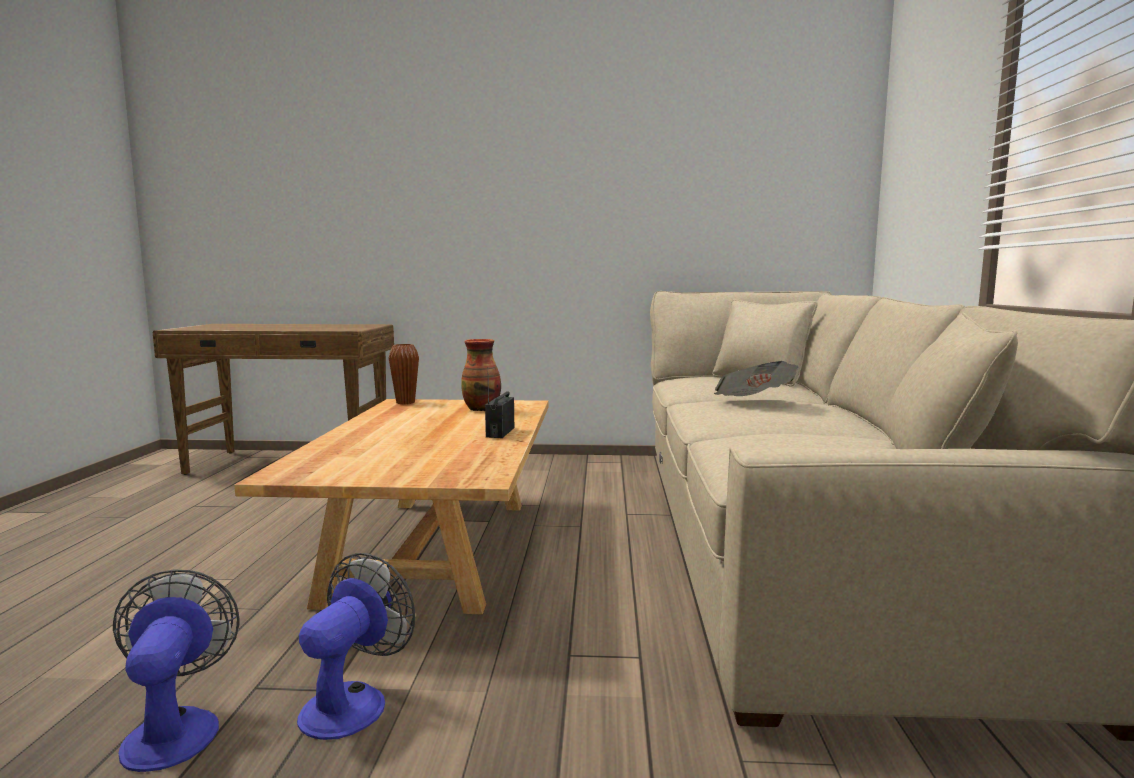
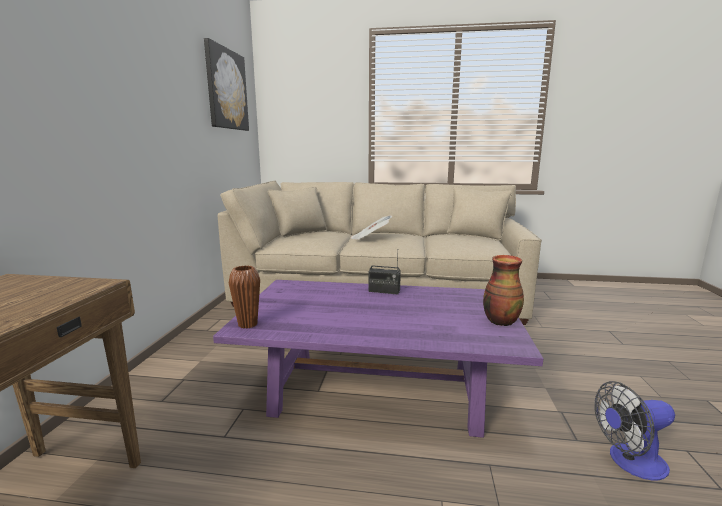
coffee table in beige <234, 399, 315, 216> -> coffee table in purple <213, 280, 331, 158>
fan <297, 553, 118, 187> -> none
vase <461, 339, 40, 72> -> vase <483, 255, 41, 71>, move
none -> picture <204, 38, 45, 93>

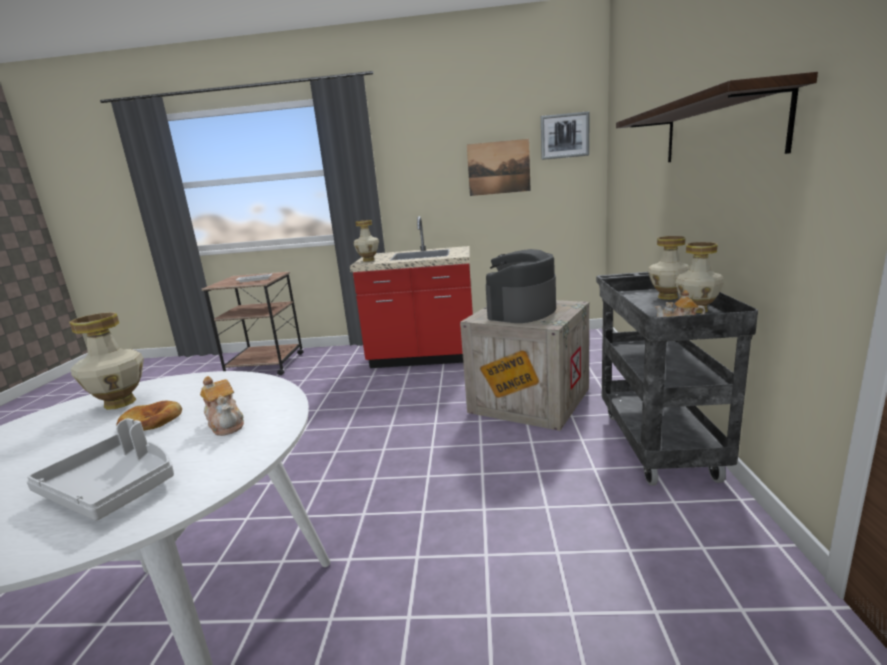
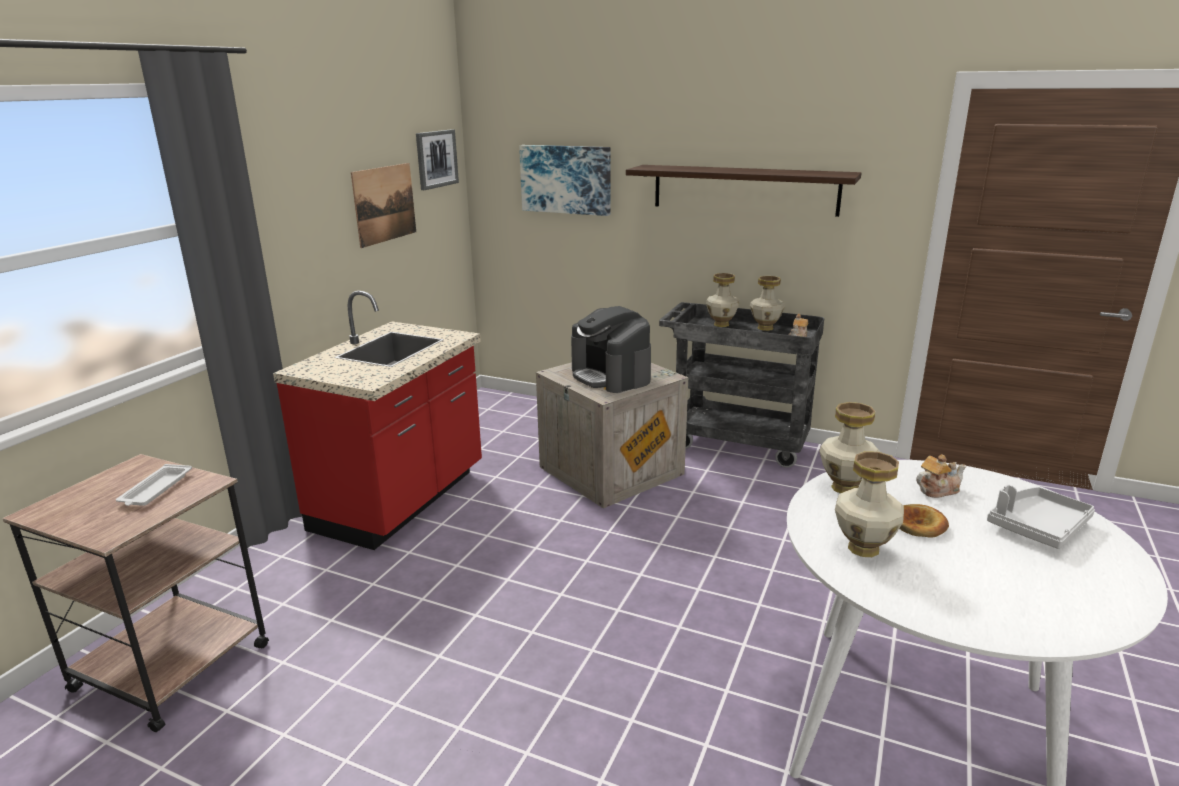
vase <354, 220, 25, 42> -> vase <819, 402, 61, 92>, move
none -> picture <519, 145, 91, 71>

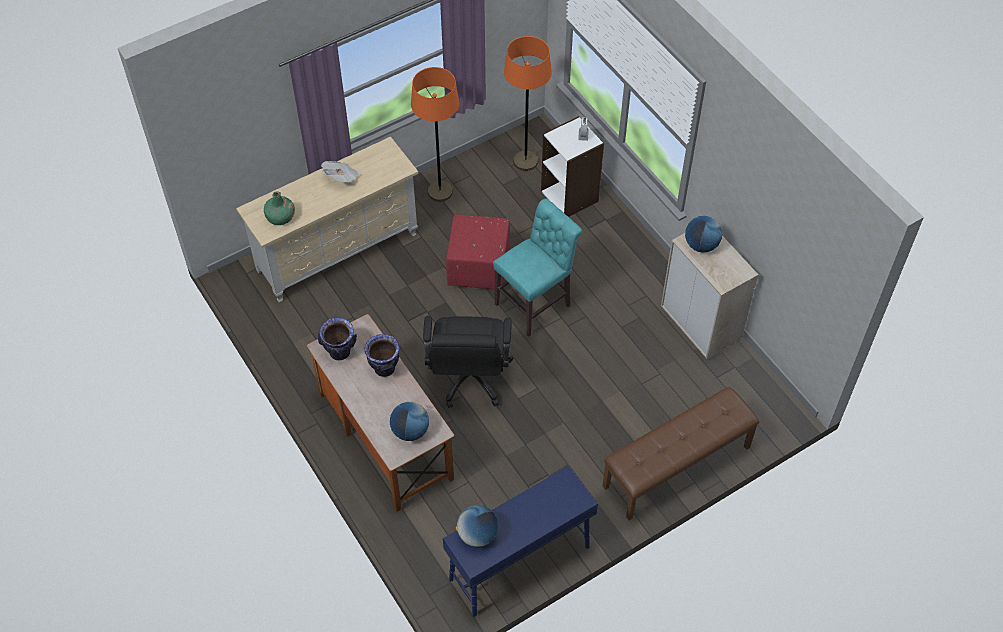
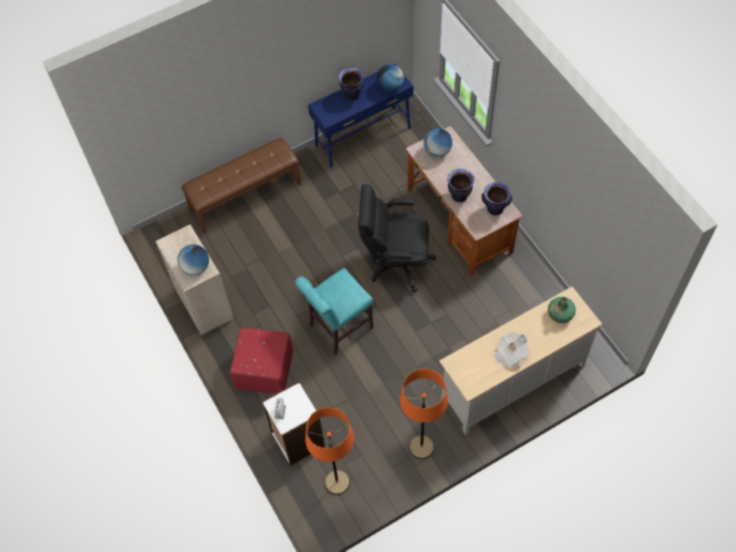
office chair in black <423, 316, 90, 92> -> office chair in black <358, 184, 78, 109>, 90 degrees counterclockwise
ottoman in red <446, 214, 64, 75> -> ottoman in red <230, 328, 63, 66>, move
none -> vase <338, 68, 26, 32>

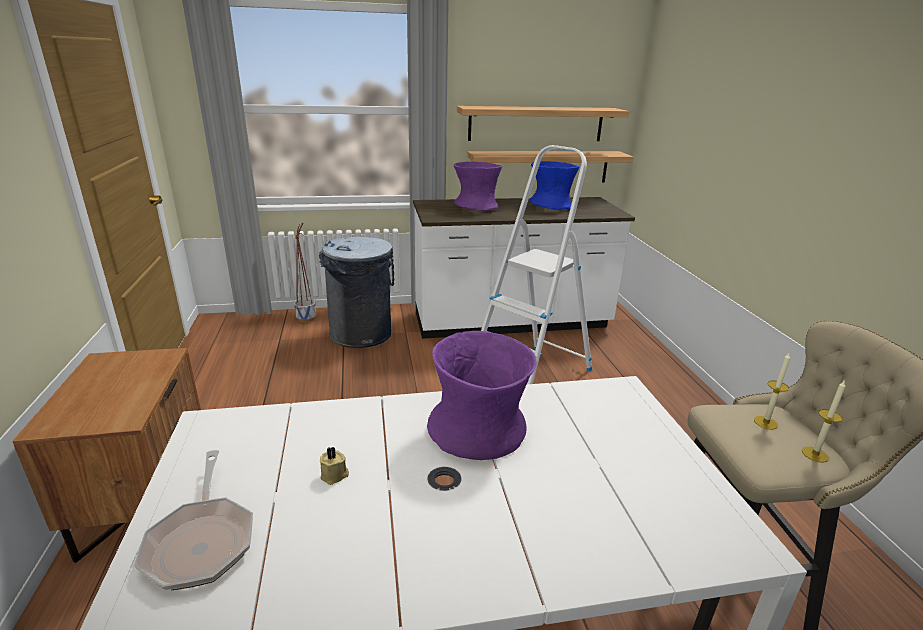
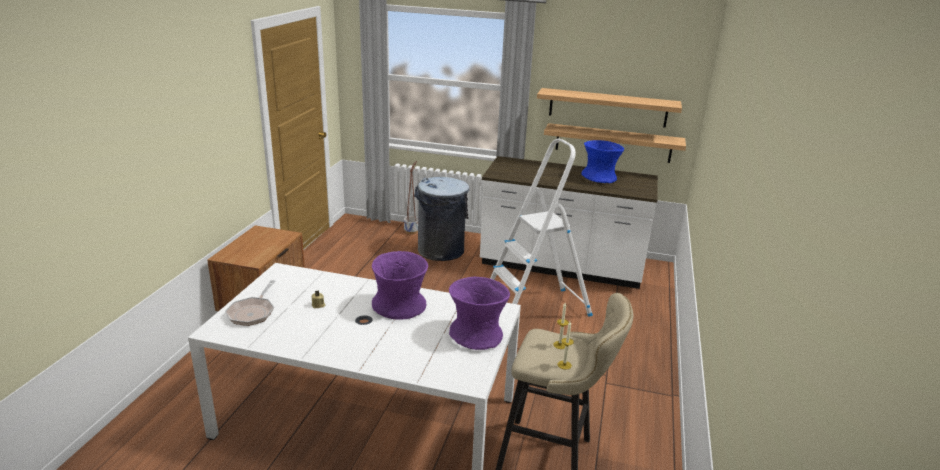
vase in purple <453, 162, 49, 49> -> vase in purple <449, 277, 61, 73>, move

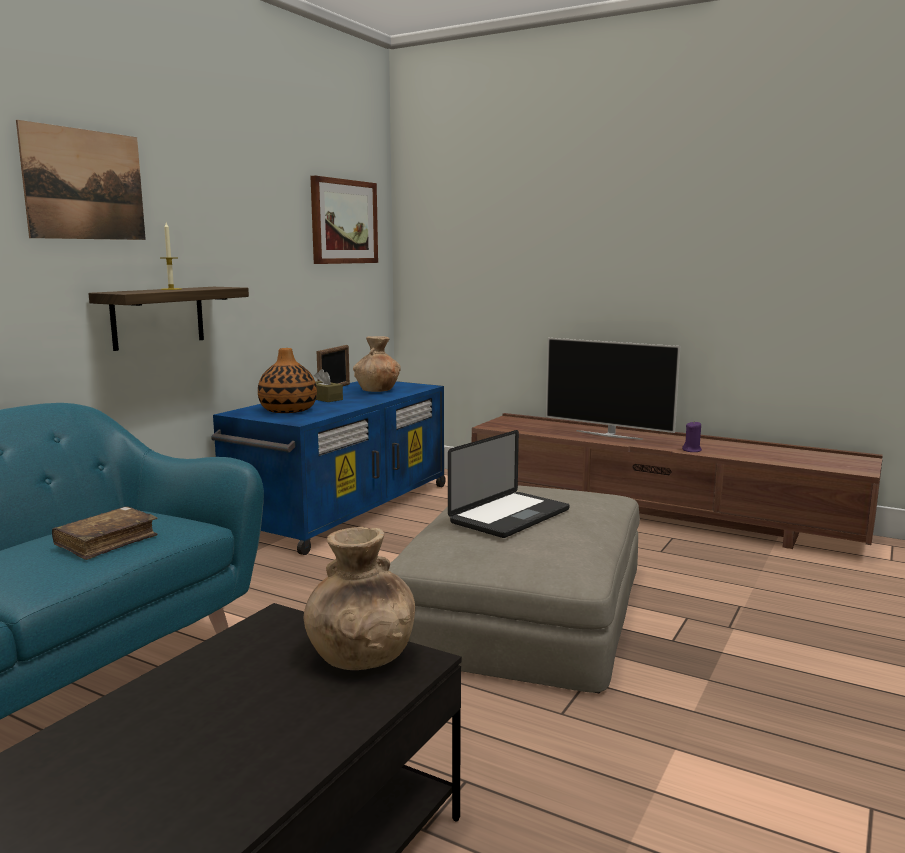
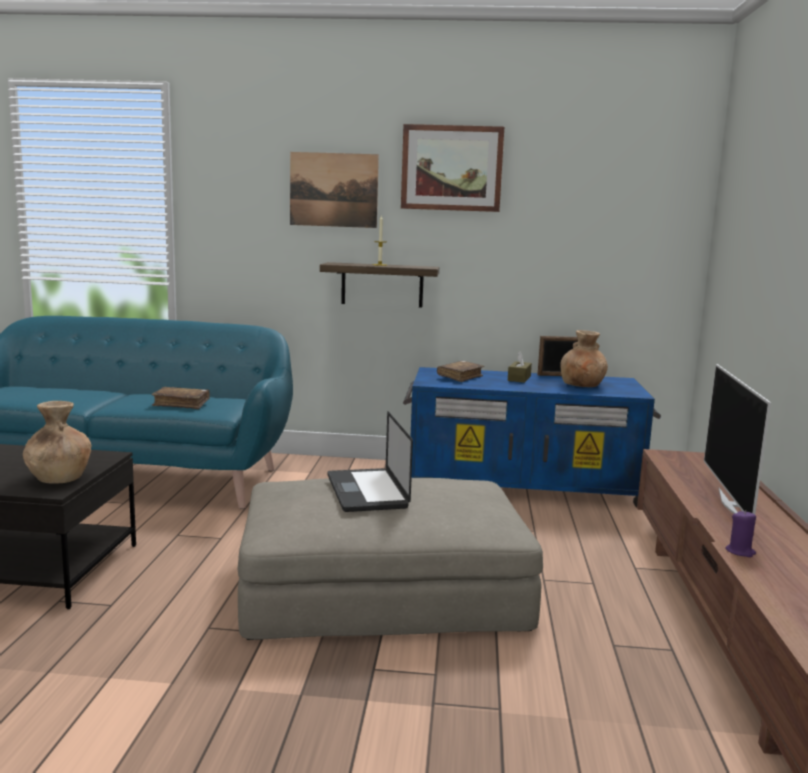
vase <258, 348, 59, 65> -> book in brown <437, 361, 47, 21>
picture <310, 176, 68, 88> -> picture <401, 124, 103, 88>, move
laptop <448, 430, 122, 108> -> laptop <328, 412, 85, 100>, 60 degrees clockwise

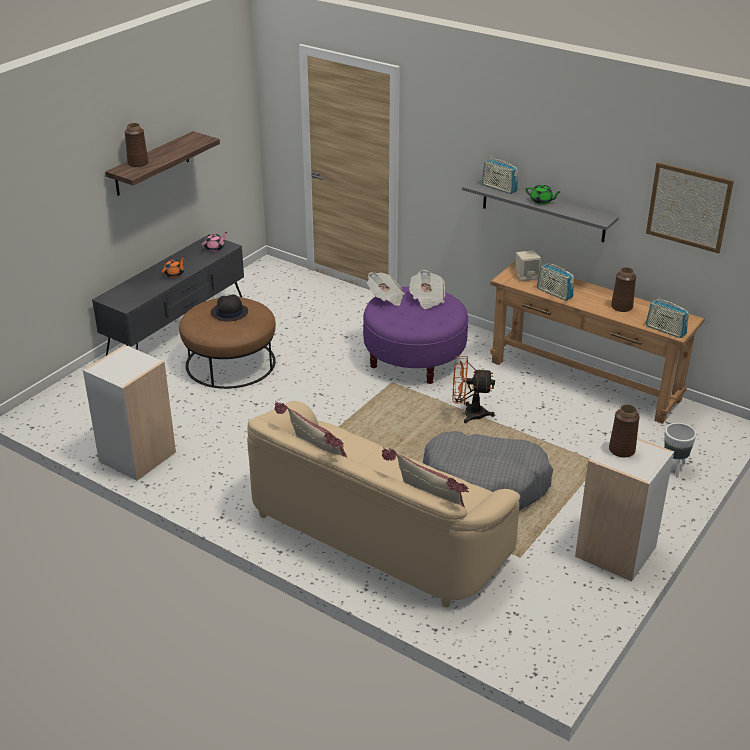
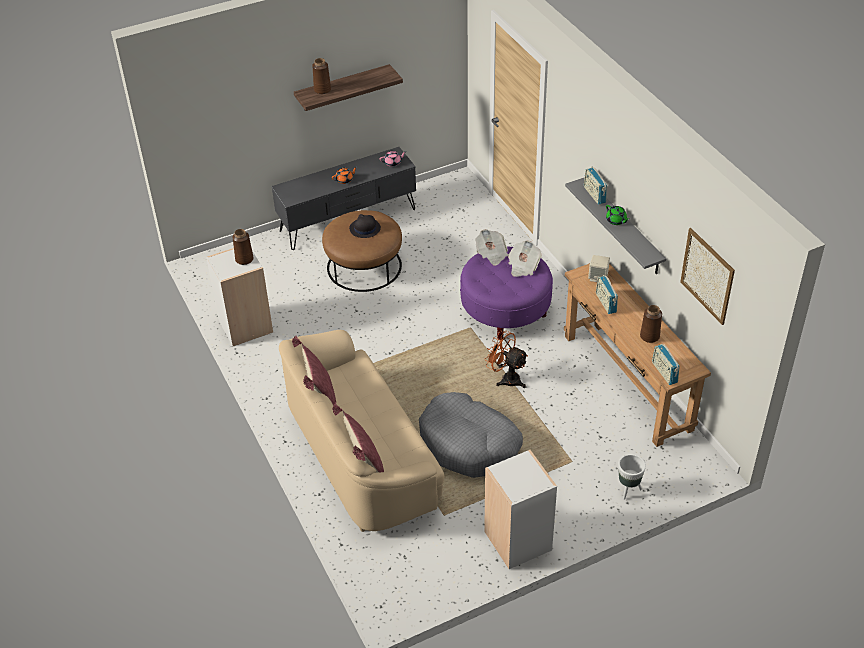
vase in brown <609, 404, 31, 54> -> vase in brown <232, 229, 22, 36>, move

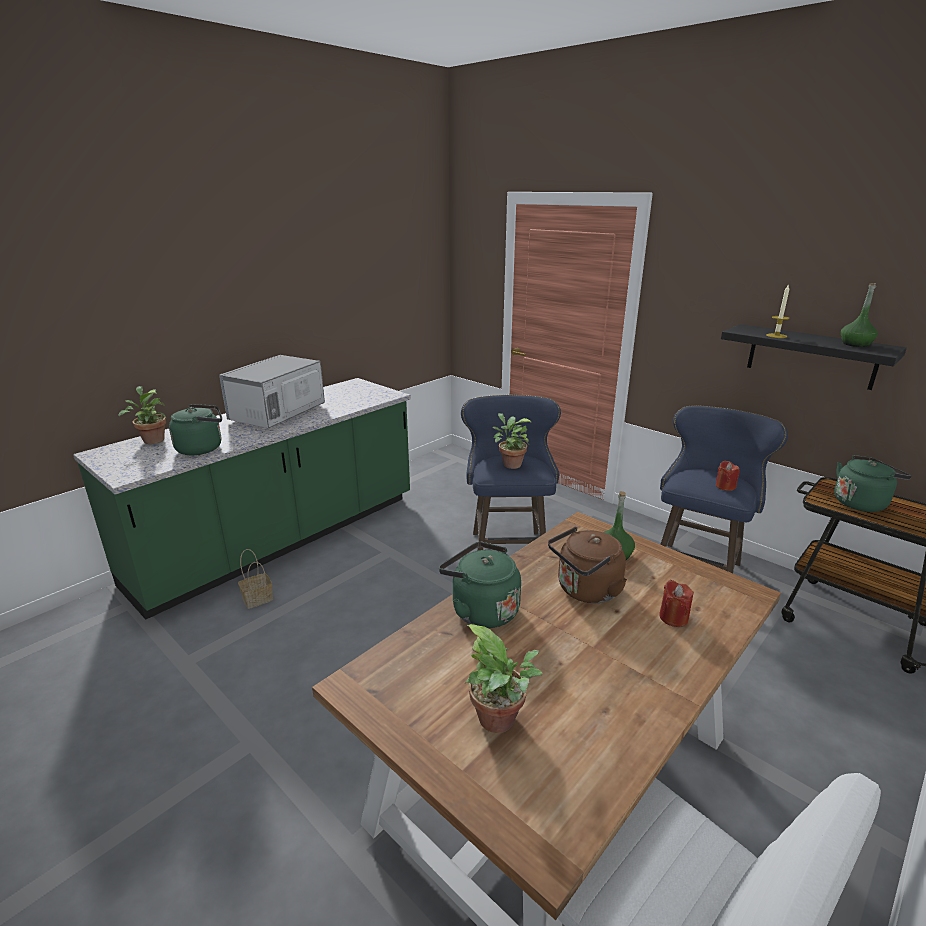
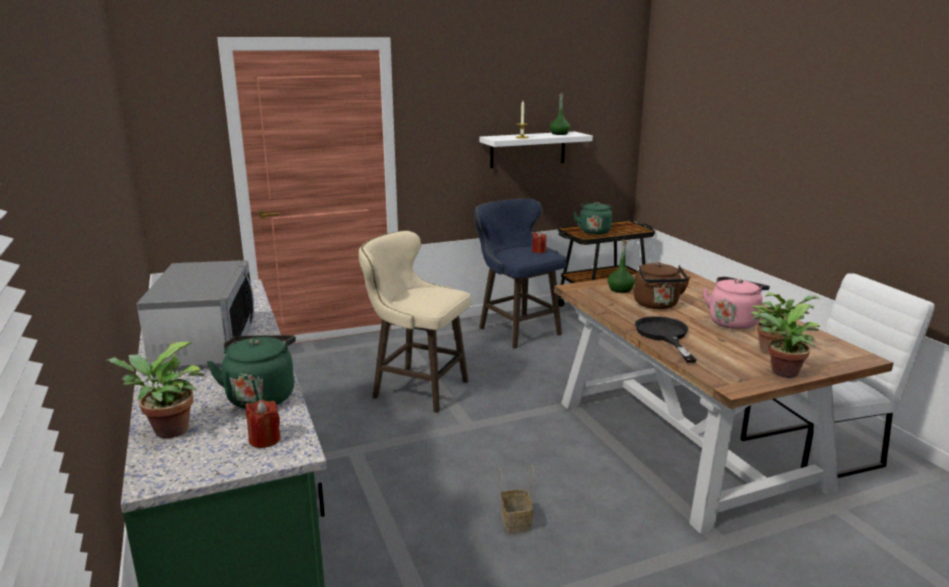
microwave <219, 355, 106, 73> -> microwave <137, 260, 118, 107>, 150 degrees counterclockwise
basket <238, 549, 35, 60> -> basket <499, 465, 36, 69>, move
kettle in green <439, 542, 82, 86> -> frying pan in black <635, 316, 62, 47>
stool in blue <461, 395, 100, 156> -> stool in beige <359, 230, 112, 183>
potted plant <493, 413, 39, 56> -> potted plant <755, 304, 65, 74>, move
candle in red <659, 580, 35, 47> -> candle in red <246, 400, 35, 48>, move
shelf in black <721, 324, 186, 66> -> shelf in white <480, 132, 113, 36>
none -> kettle in pink <703, 277, 67, 52>

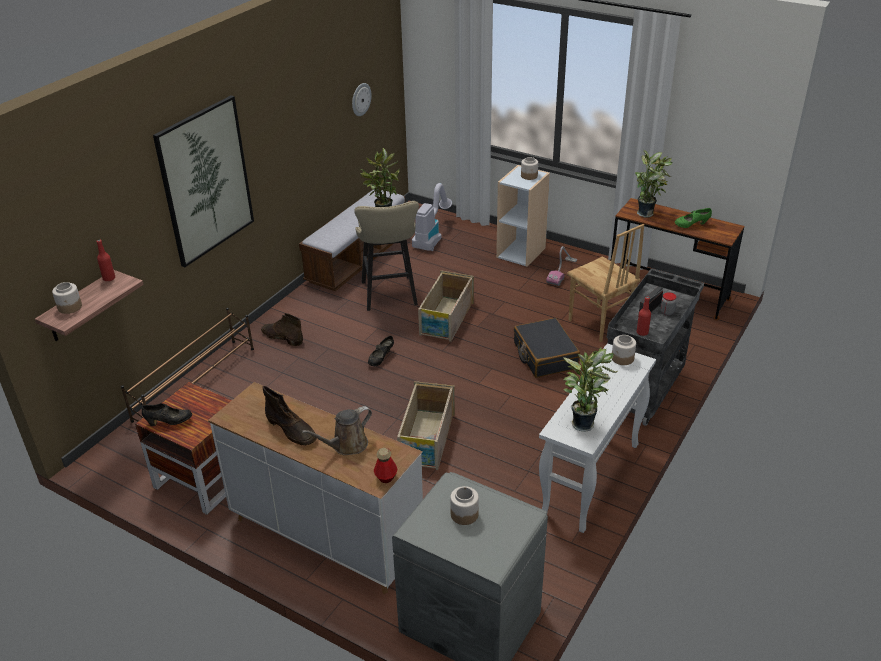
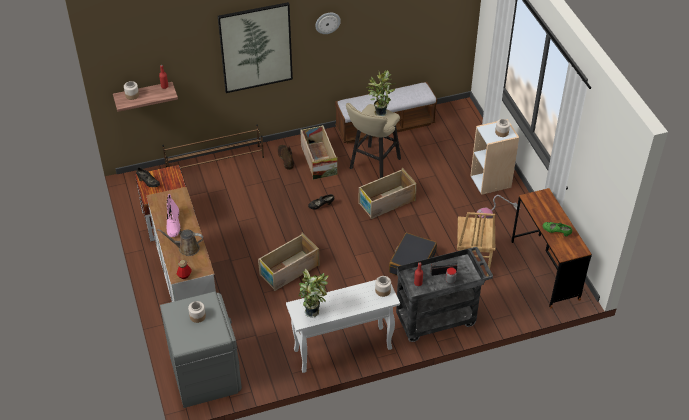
boot in brown <262, 386, 55, 60> -> boot in pink <167, 194, 13, 43>
wall clock <352, 83, 20, 33> -> wall clock <315, 13, 26, 21>, move
vacuum cleaner <412, 183, 40, 68> -> none
potted plant <635, 149, 38, 69> -> none
none -> crate <300, 125, 38, 55>

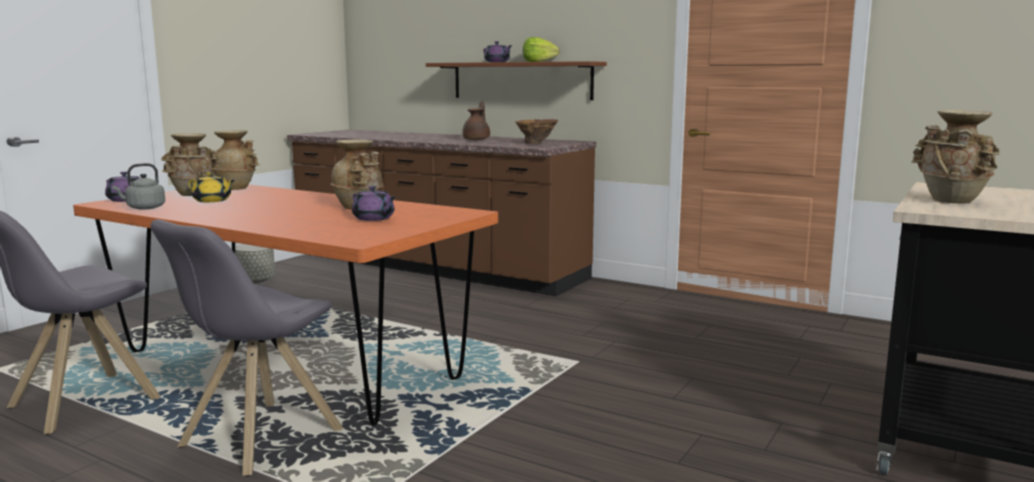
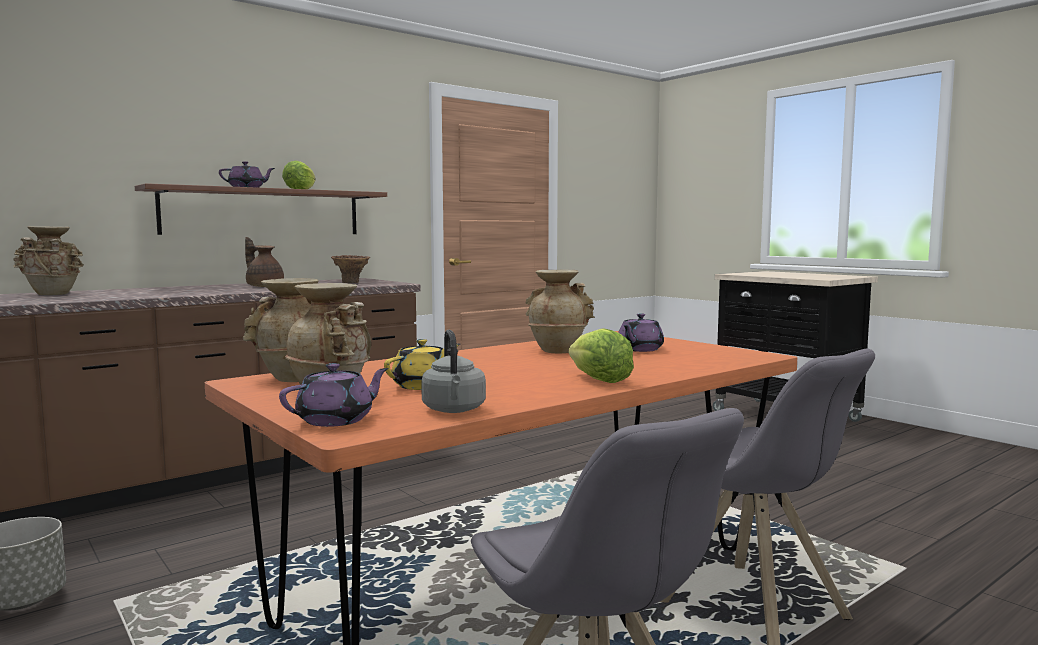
teapot in purple <352, 186, 43, 35> -> teapot in purple <618, 313, 46, 39>, 150 degrees clockwise
vase in beige <911, 110, 89, 93> -> vase in beige <13, 226, 71, 69>, move
none -> lettuce <569, 328, 65, 55>

